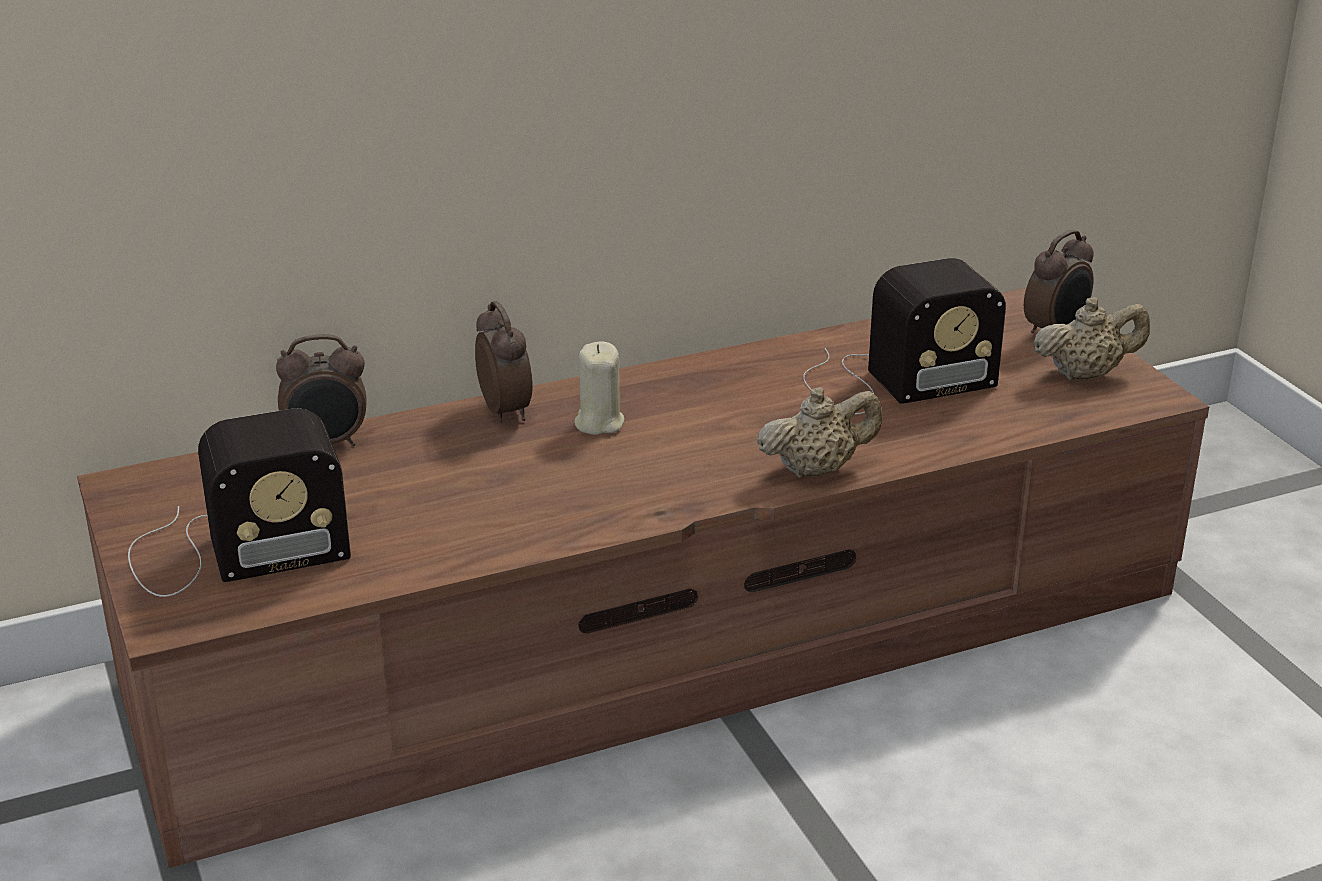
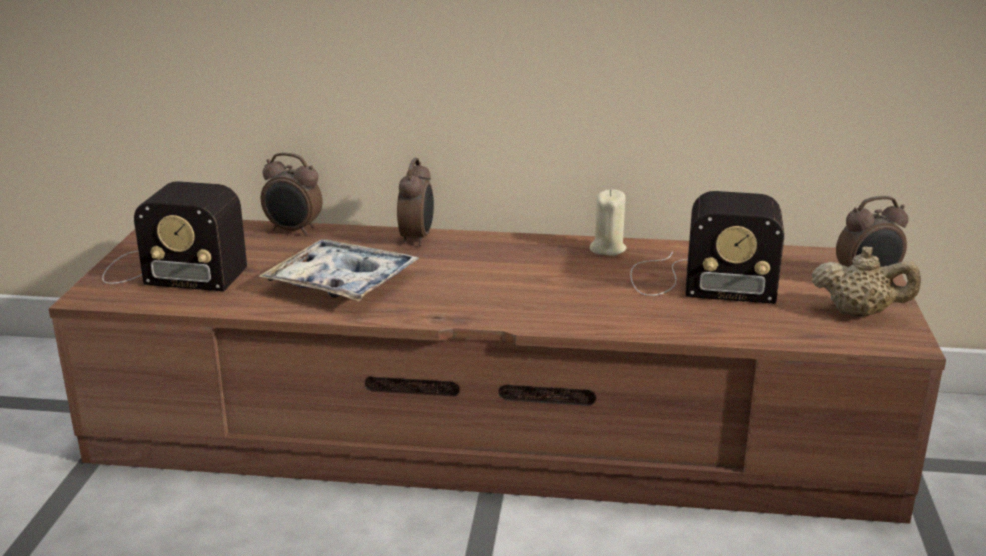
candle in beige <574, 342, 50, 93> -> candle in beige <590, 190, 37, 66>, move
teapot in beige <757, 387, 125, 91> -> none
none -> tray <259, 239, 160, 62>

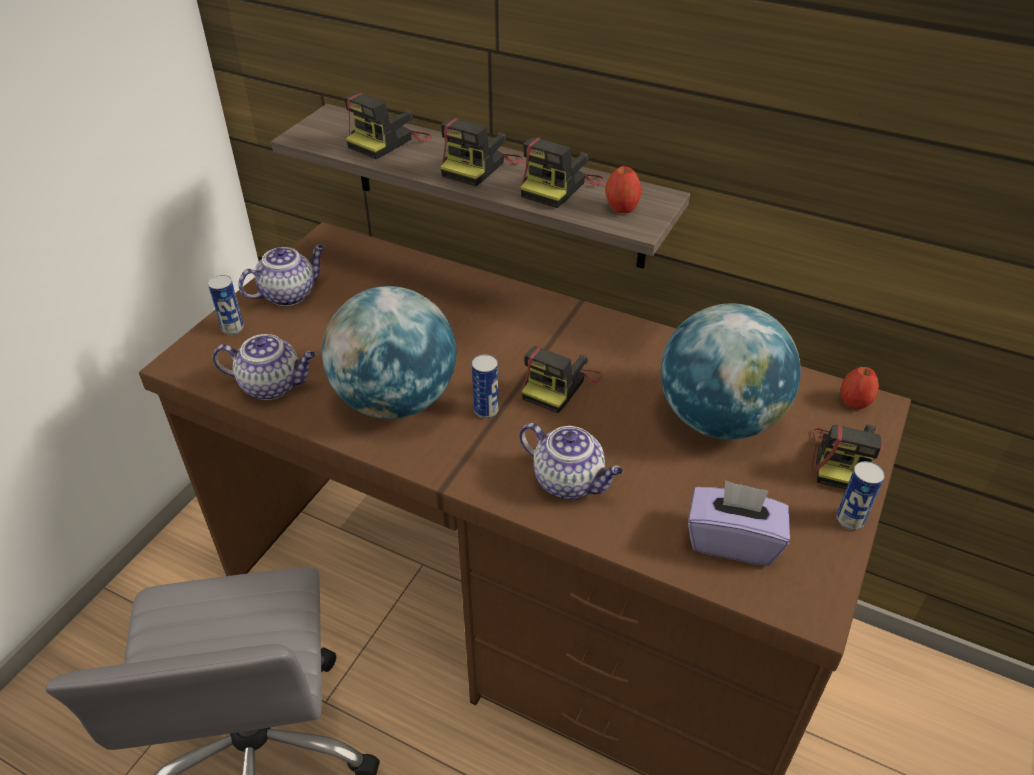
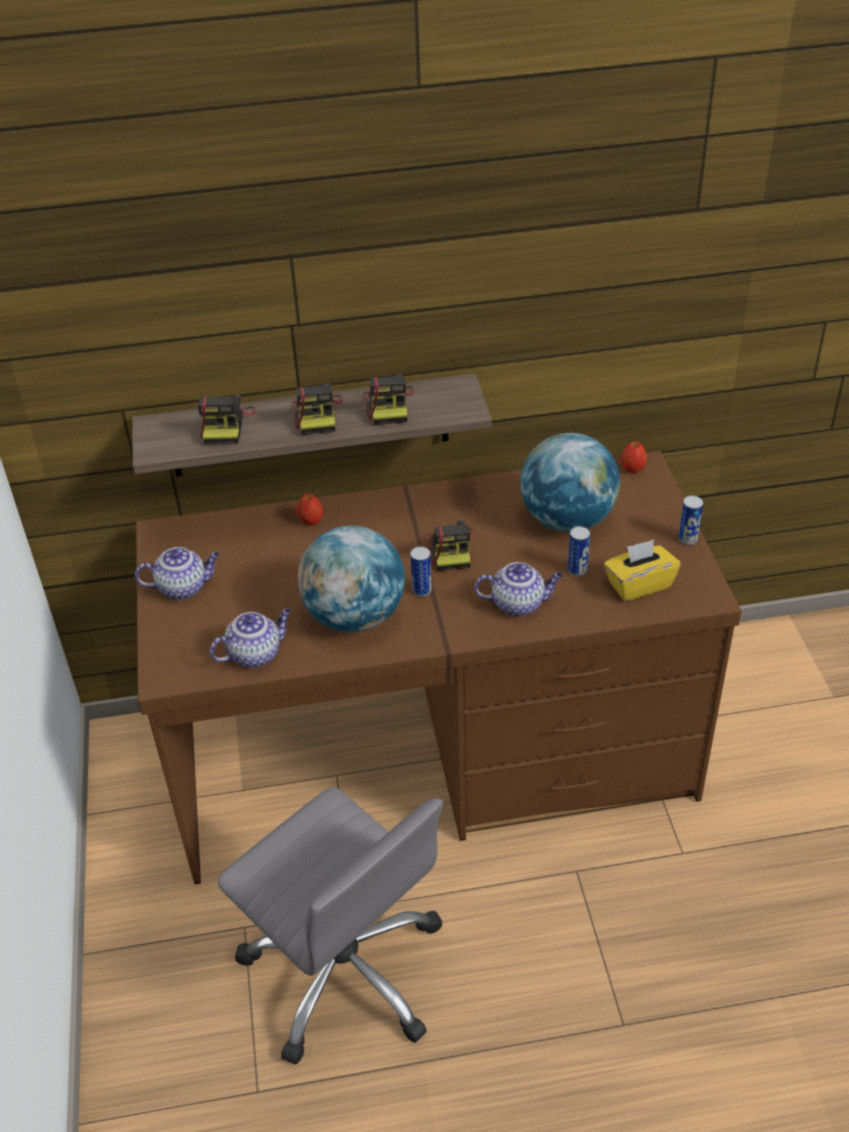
can <208, 275, 36, 60> -> can <568, 526, 22, 50>, move
teapot <238, 245, 87, 61> -> teapot <135, 547, 85, 53>, 60 degrees clockwise
apple <605, 166, 36, 47> -> apple <296, 494, 27, 32>, move
tissue box in purple <688, 480, 102, 86> -> tissue box in yellow <604, 539, 77, 62>
photo camera <811, 424, 72, 65> -> none

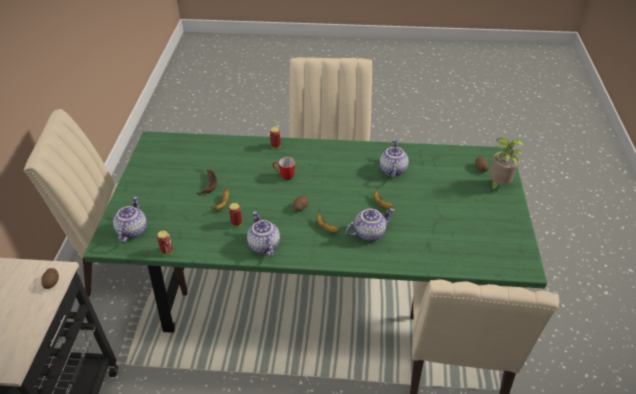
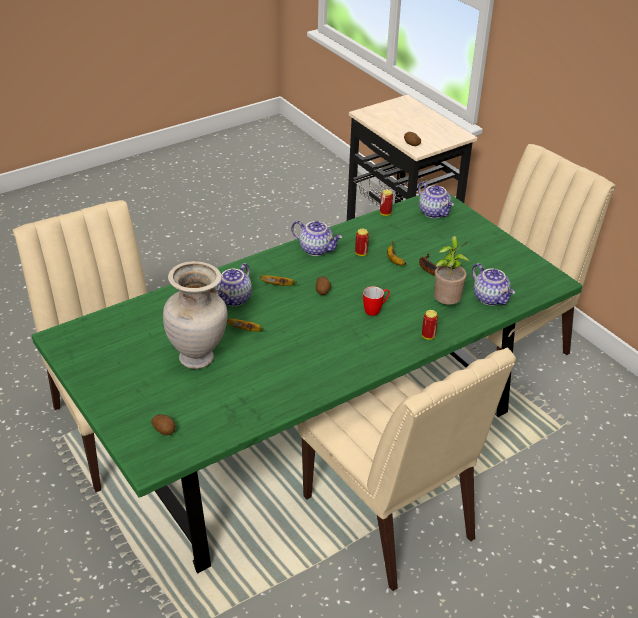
teapot <380, 139, 29, 39> -> teapot <472, 263, 43, 43>, move
potted plant <490, 138, 35, 54> -> potted plant <434, 236, 35, 69>, move
none -> vase in beige <163, 261, 64, 108>

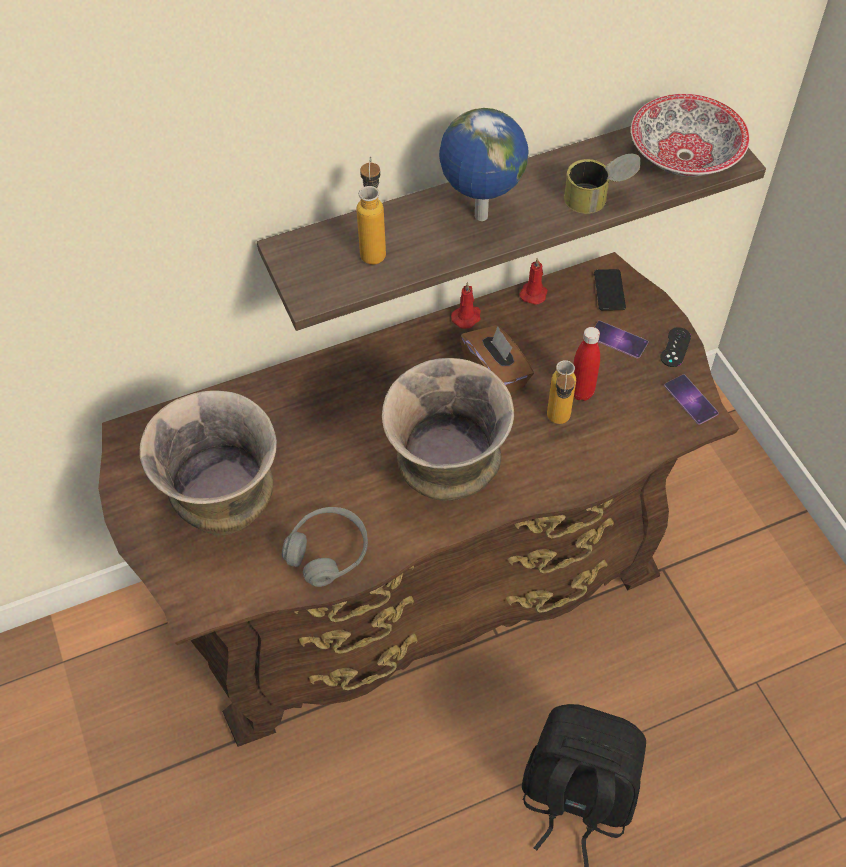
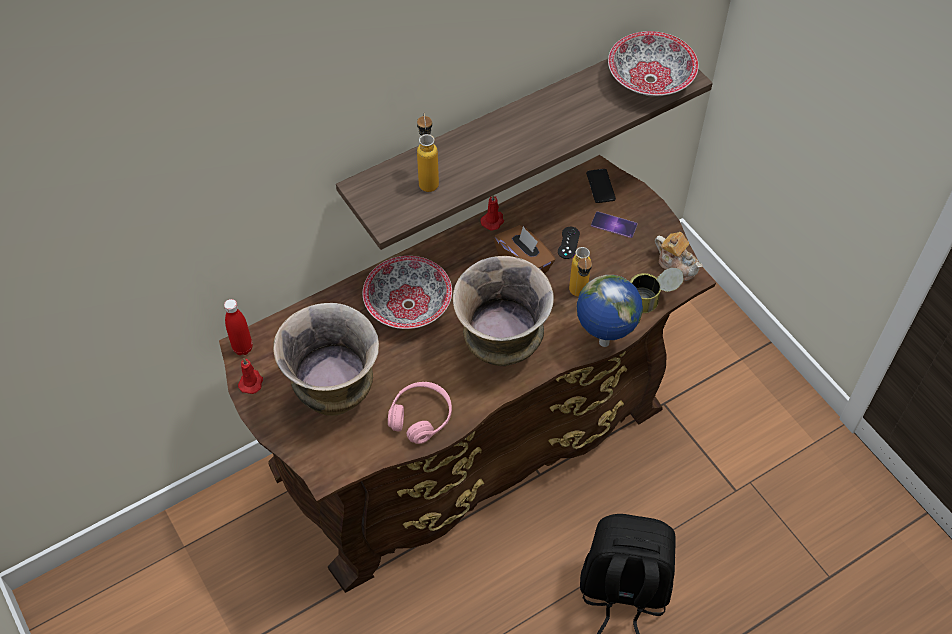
headphones in grey <282, 507, 86, 80> -> headphones in pink <388, 382, 64, 62>
globe <439, 108, 89, 113> -> globe <577, 275, 66, 72>, move
candle in red <519, 257, 28, 48> -> candle in red <238, 358, 25, 36>, move
can <564, 154, 77, 60> -> can <630, 268, 54, 45>, move
bottle in red <573, 327, 27, 74> -> bottle in red <224, 299, 29, 56>, move
game controller in black <660, 327, 31, 40> -> game controller in black <558, 227, 22, 32>, move
phone <664, 374, 55, 51> -> teapot <655, 232, 48, 49>
none -> bowl <363, 256, 89, 73>

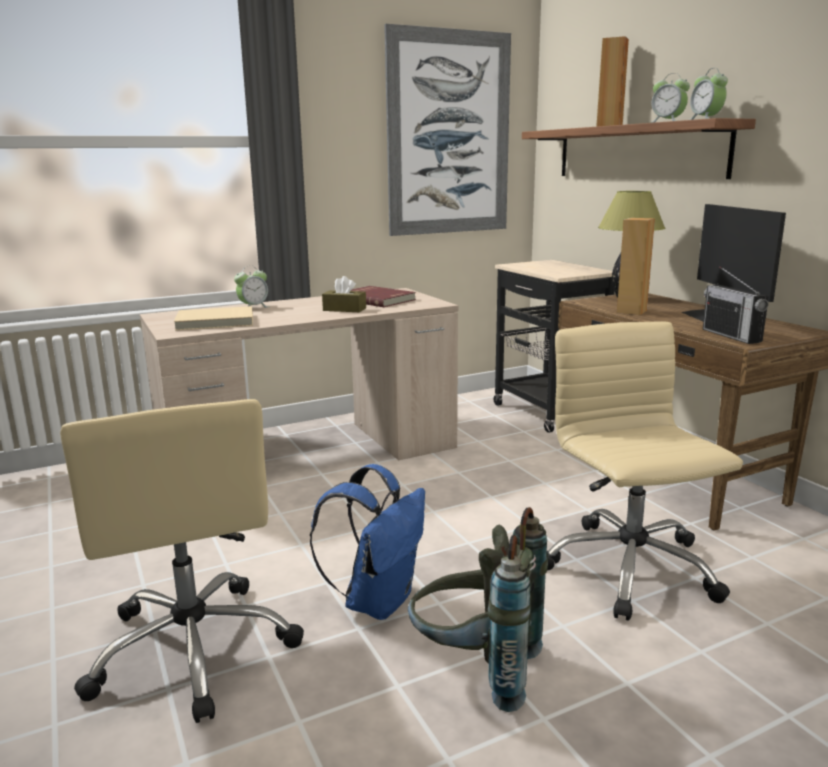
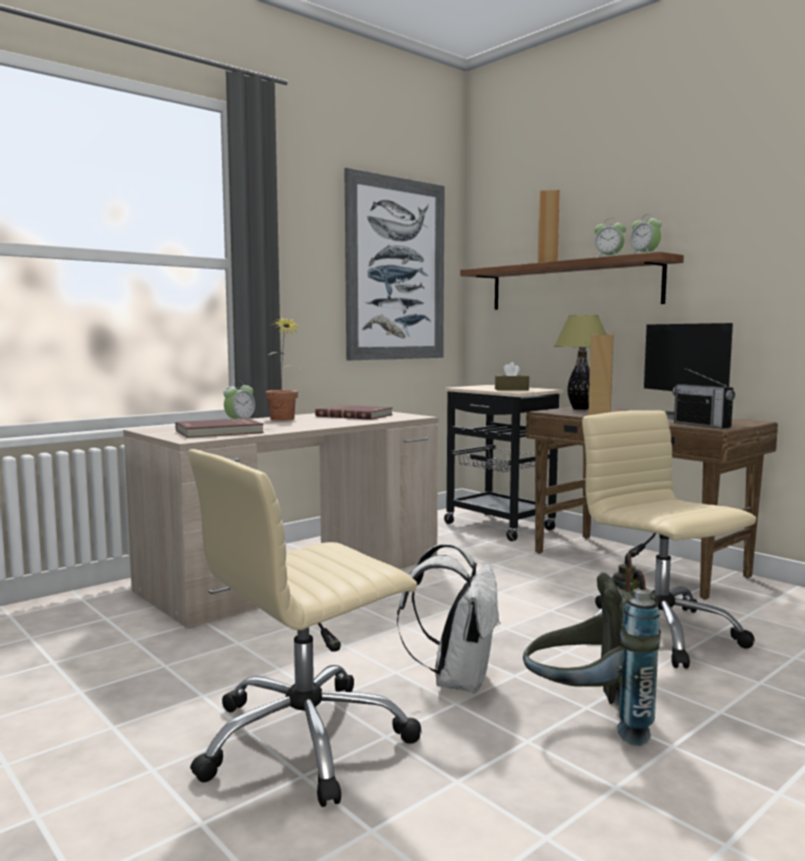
office chair in beige <60, 399, 244, 324> -> office chair in beige <188, 449, 233, 358>, 90 degrees clockwise
book in beige <174, 306, 79, 24> -> book in red <175, 418, 89, 20>
backpack in blue <310, 464, 115, 156> -> backpack in white <397, 543, 103, 150>
tissue box in brown <322, 276, 44, 36> -> tissue box in brown <495, 362, 34, 28>, move
none -> potted plant <265, 317, 36, 103>

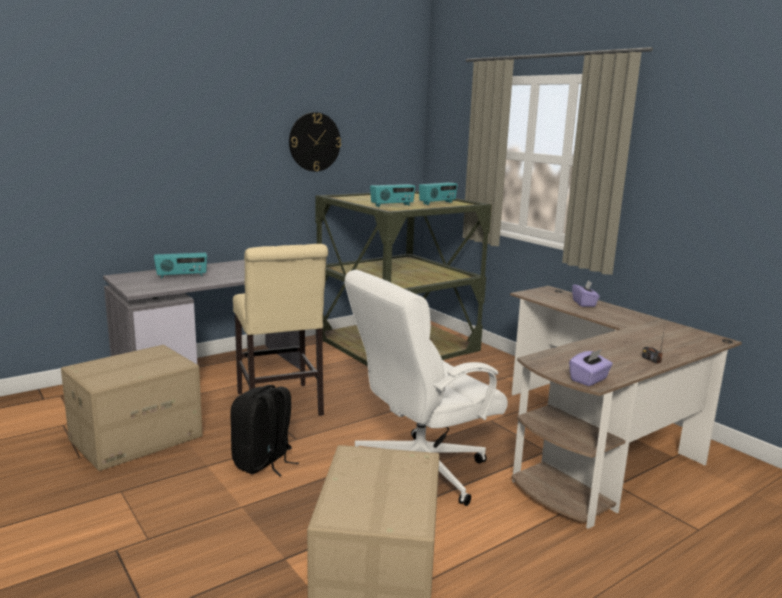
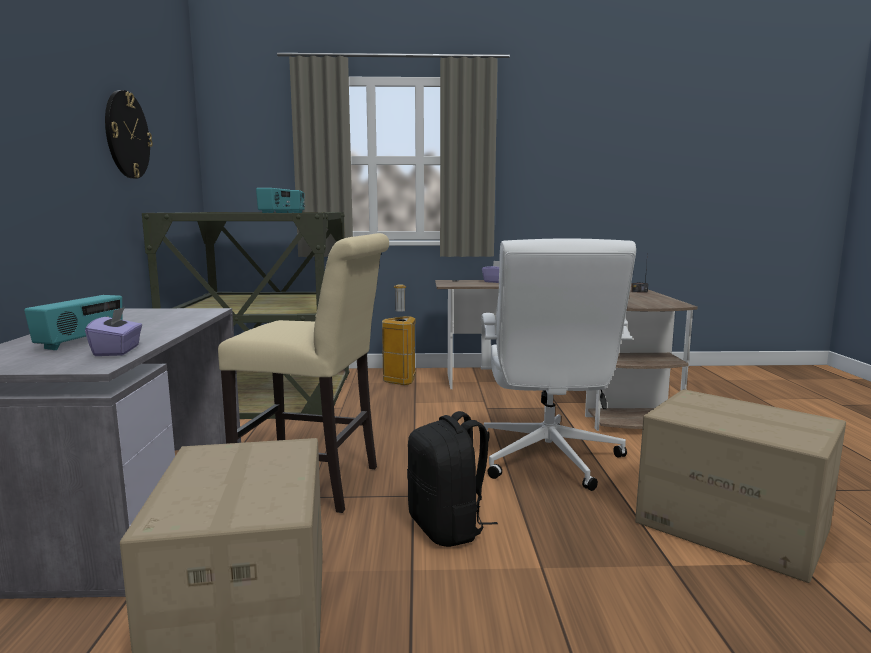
tissue box in purple <569, 349, 44, 37> -> tissue box in purple <85, 307, 57, 49>, move
none -> trash can <382, 284, 34, 101>

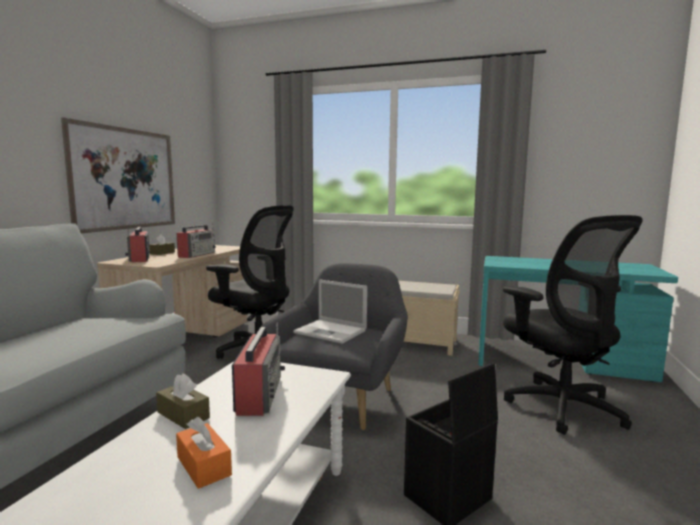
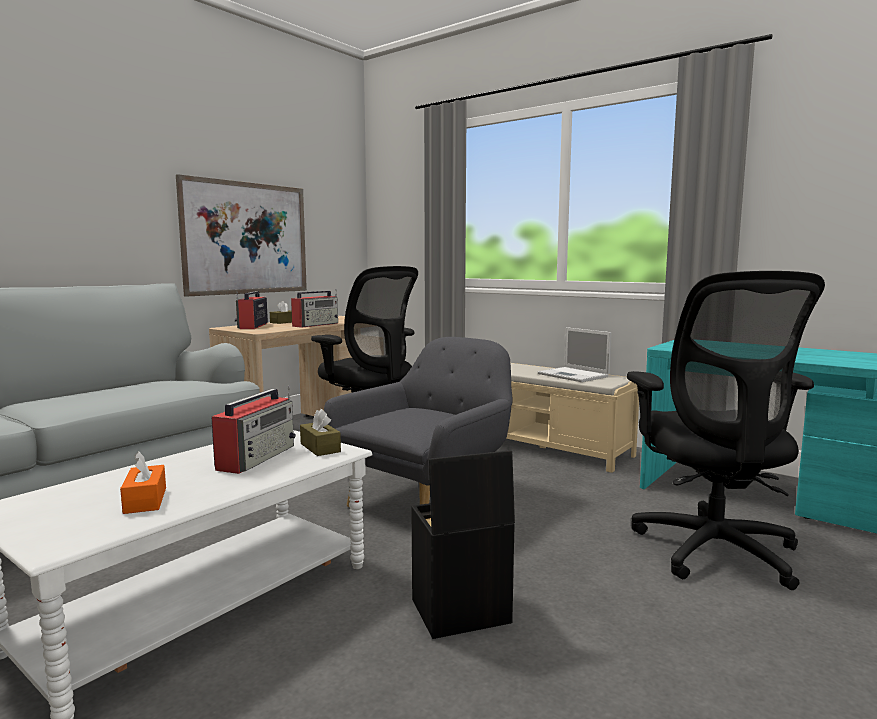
tissue box in brown <156, 373, 54, 56> -> tissue box in brown <300, 409, 41, 47>, move
laptop <293, 279, 74, 65> -> laptop <538, 327, 74, 55>, move

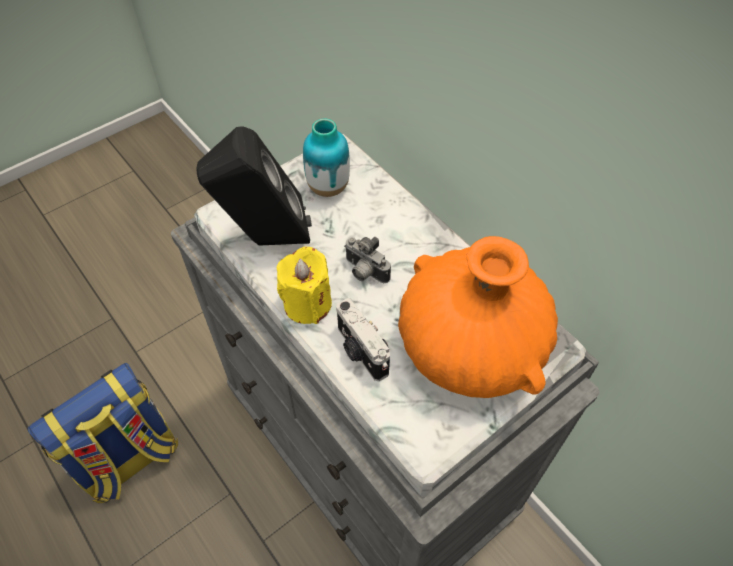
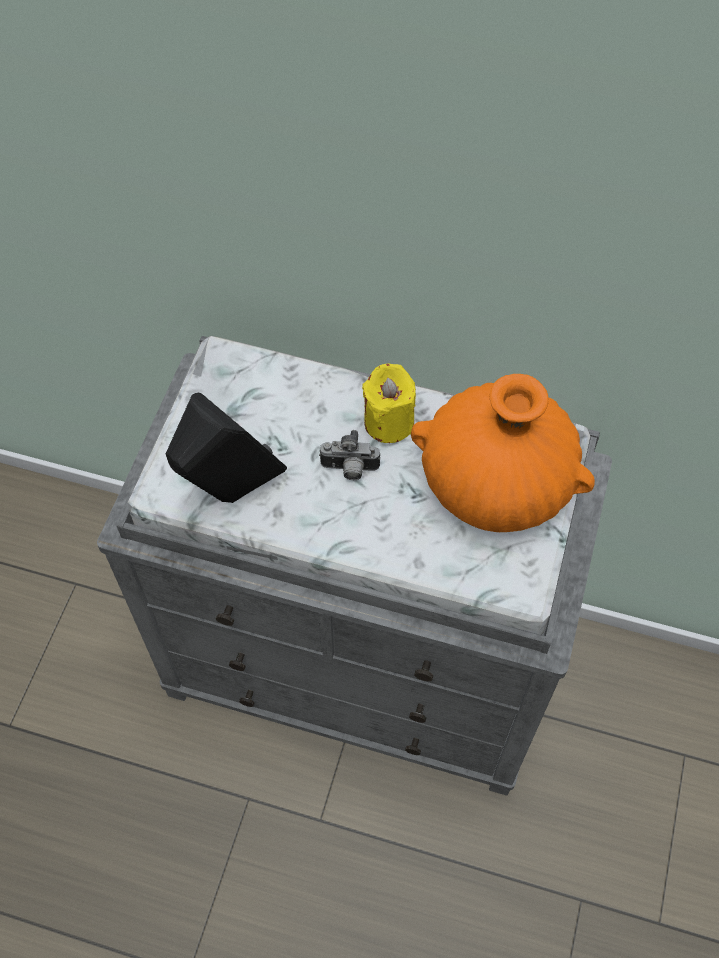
backpack <28, 363, 150, 140> -> none
candle in yellow <277, 247, 55, 77> -> candle in yellow <362, 363, 54, 80>, move
vase <303, 119, 47, 78> -> none
photo camera <336, 298, 54, 83> -> none

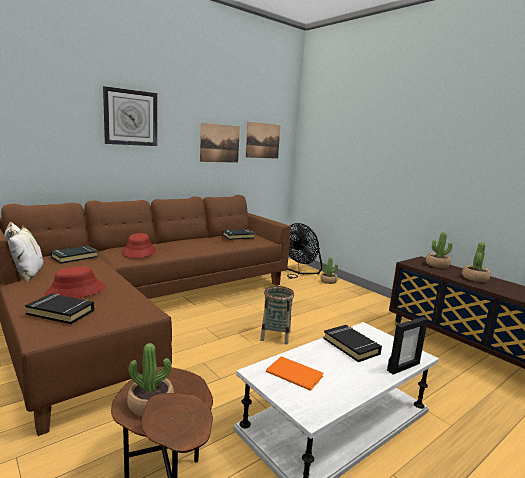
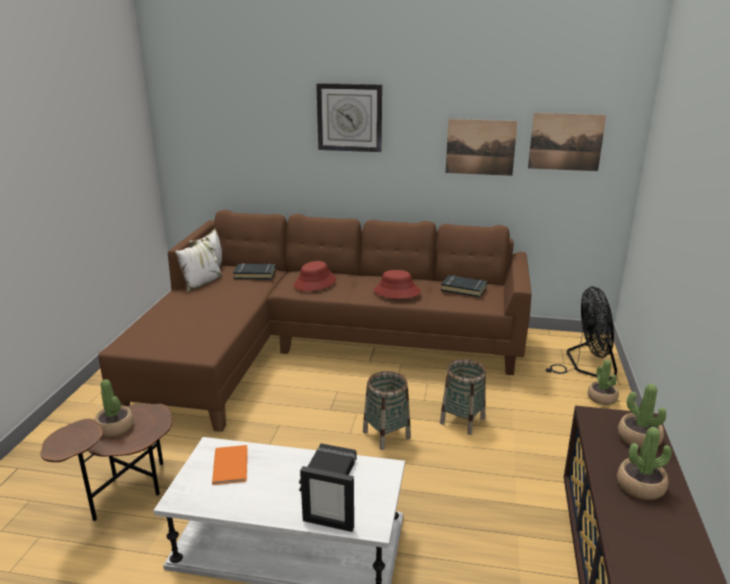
book in black <25, 294, 69, 30> -> none
hat in red <45, 266, 60, 32> -> hat in red <374, 270, 47, 29>, move
none -> basket <440, 359, 46, 76>

